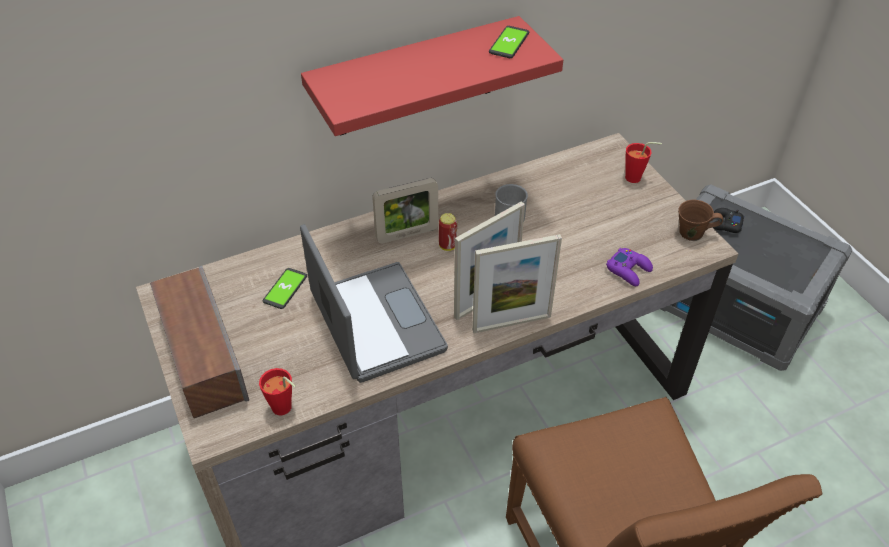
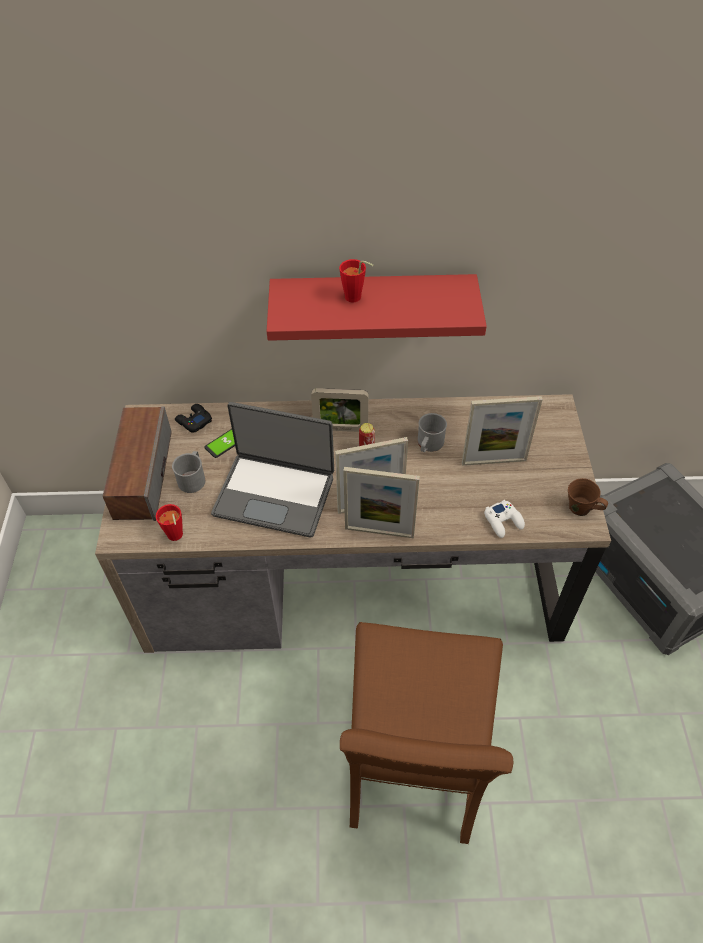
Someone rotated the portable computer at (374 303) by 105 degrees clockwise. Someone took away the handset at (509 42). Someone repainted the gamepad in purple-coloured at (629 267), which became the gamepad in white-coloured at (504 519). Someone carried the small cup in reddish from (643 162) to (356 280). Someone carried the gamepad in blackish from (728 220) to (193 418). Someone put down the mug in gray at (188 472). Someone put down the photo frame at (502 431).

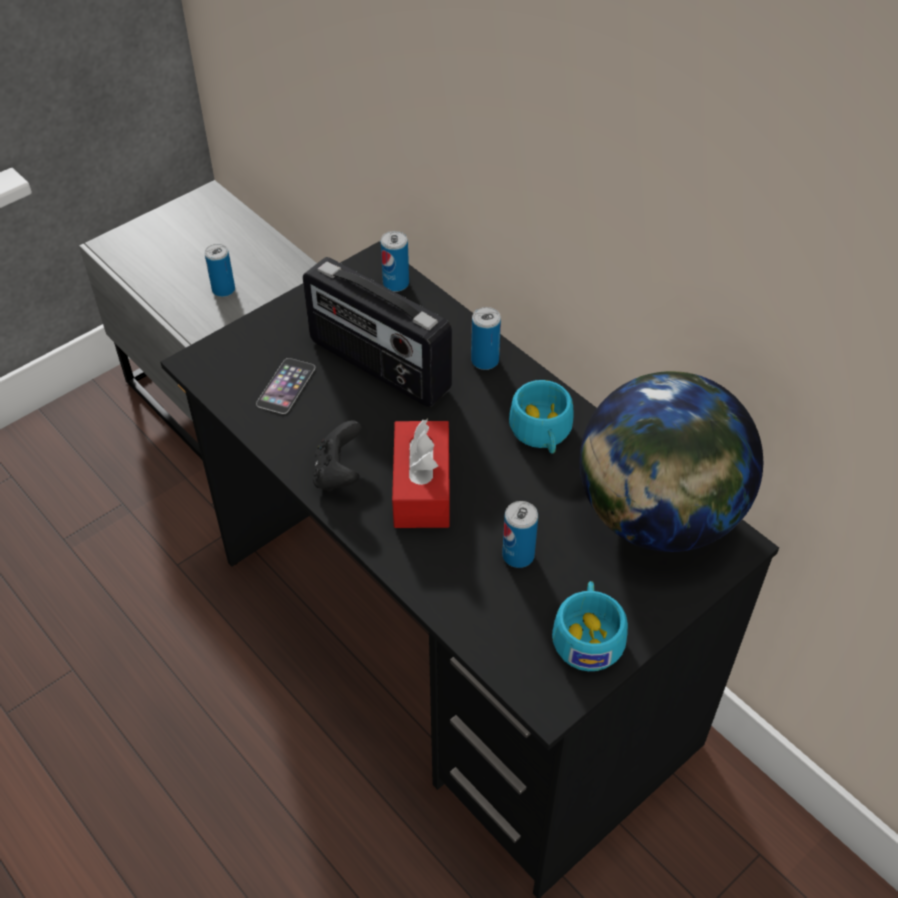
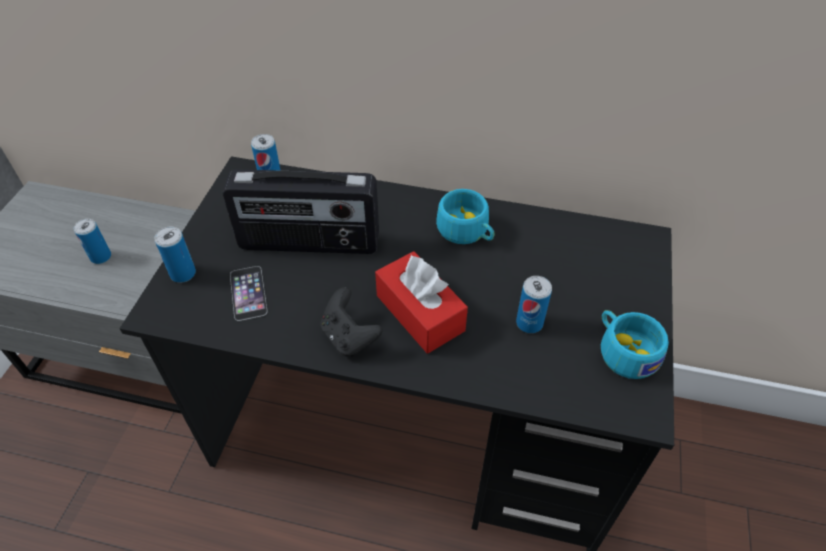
Someone carried the can from (486 338) to (175 255). Someone took away the globe at (671 461).

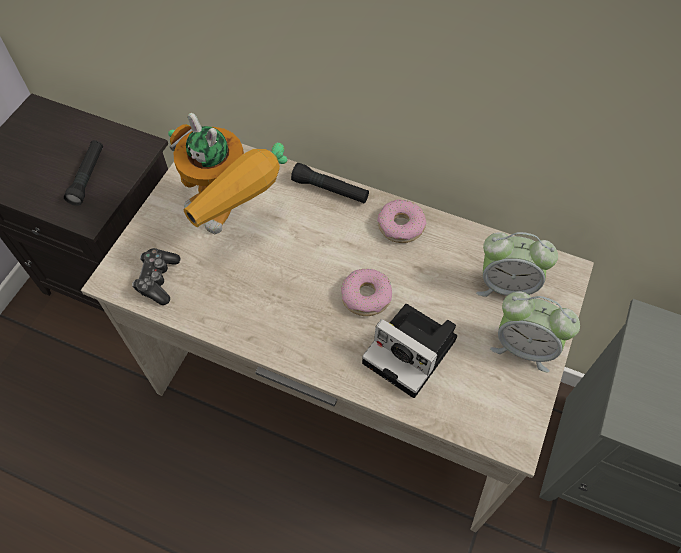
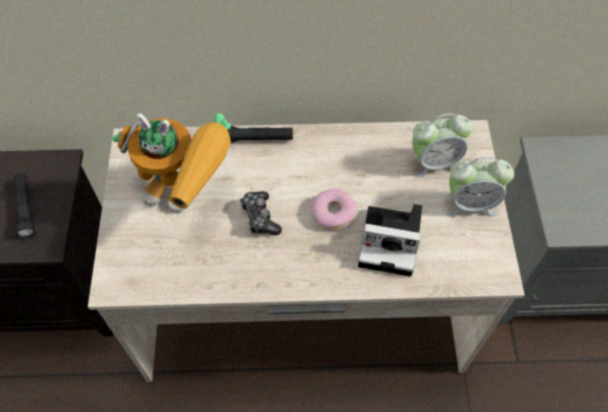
Someone carried the gamepad from (156 276) to (260 213). Someone took away the doughnut at (401 221).

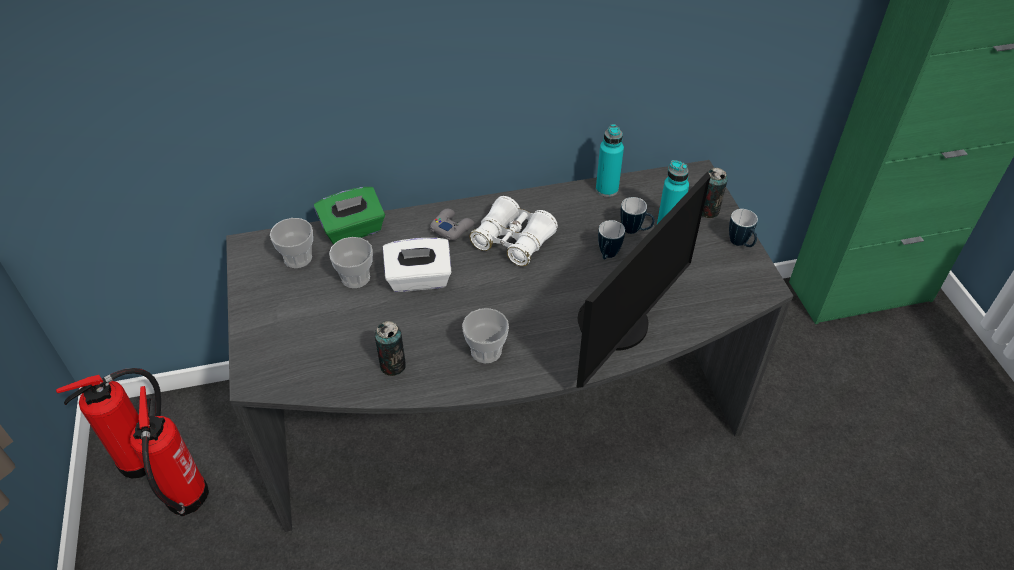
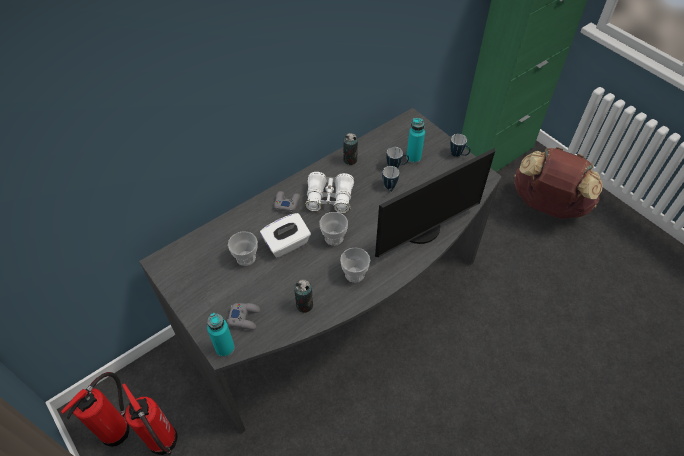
Someone carried the small cup from (291 243) to (333 229). Someone took away the tissue box in green at (349 215). Someone rotated the computer display at (643 279) by 45 degrees clockwise. Someone carried the drink bottle in turquoise from (610 160) to (221 335). Someone carried the can from (715 193) to (350 149). Someone put down the gamepad in gray at (243 316). Someone put down the backpack in brown-coloured at (558 183).

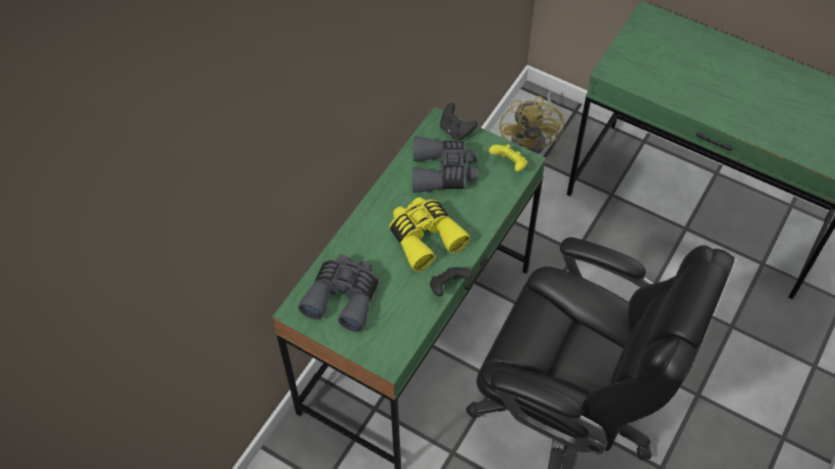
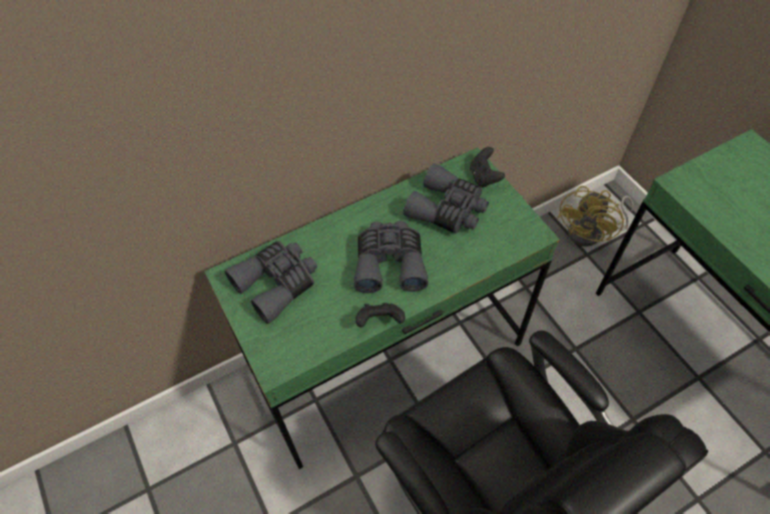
Someone repainted the pair of binoculars in yellow-coloured at (429 234), which became the pair of binoculars in gray at (391 257). Someone took away the gamepad in yellow-coloured at (508 158).

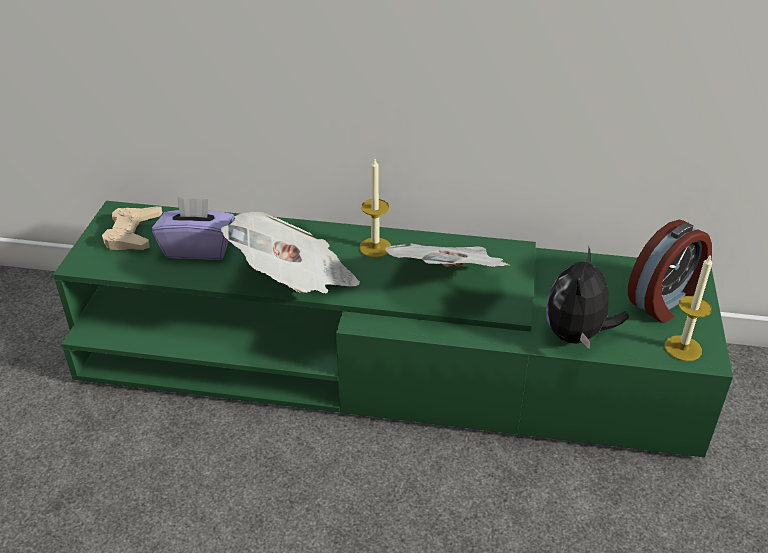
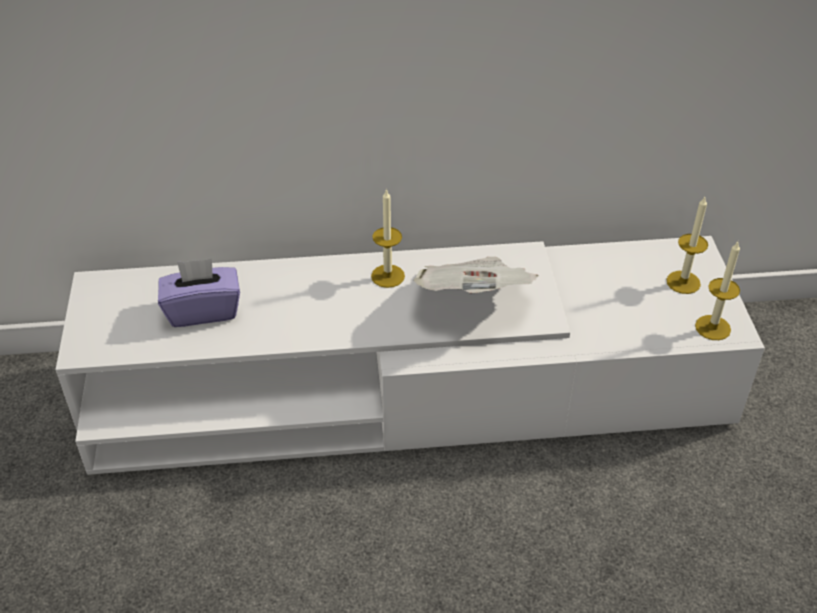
Someone repainted the tv stand in green at (393 329), which became the tv stand in white-coloured at (410 355). Someone took away the gamepad in beige at (132 228). Someone took away the printed paper at (290 252). Someone took away the cuddly toy at (587 298). Someone swapped the table clock at (670 271) for the candle at (687 245).

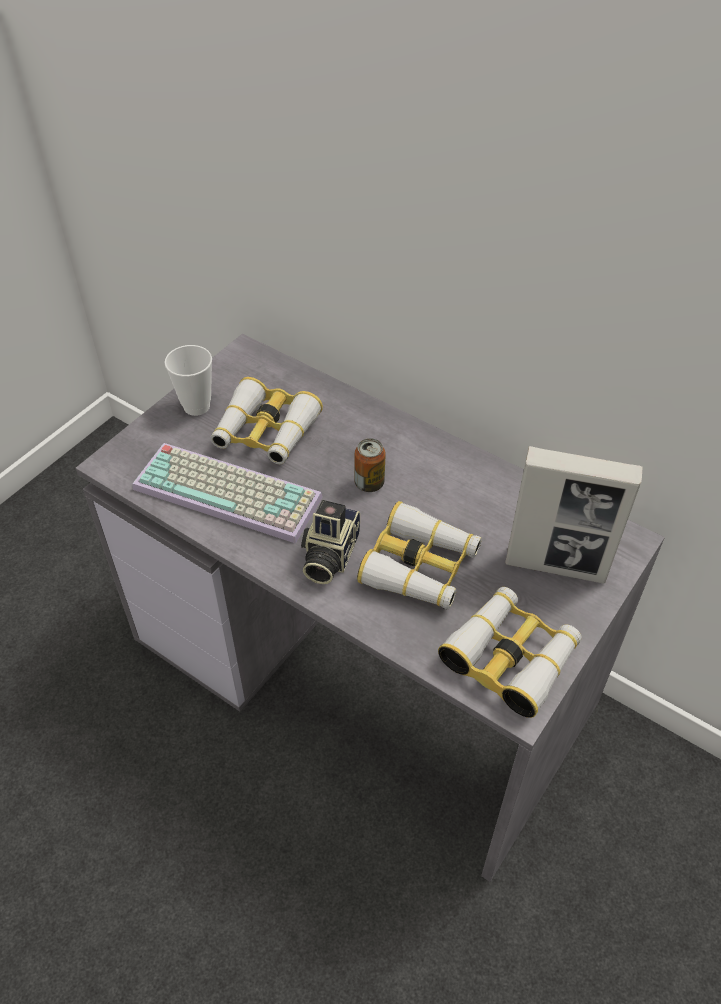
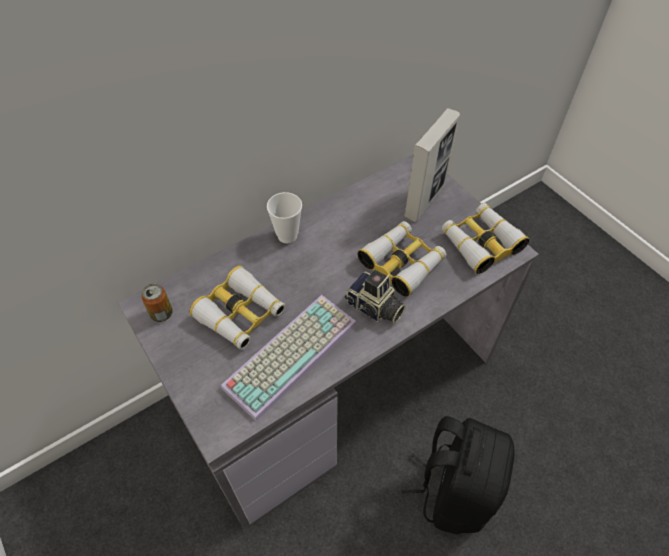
Someone carried the small cup from (188 380) to (284 217). Someone carried the can from (370 465) to (157 302). Someone put down the backpack in blackish at (458 475).

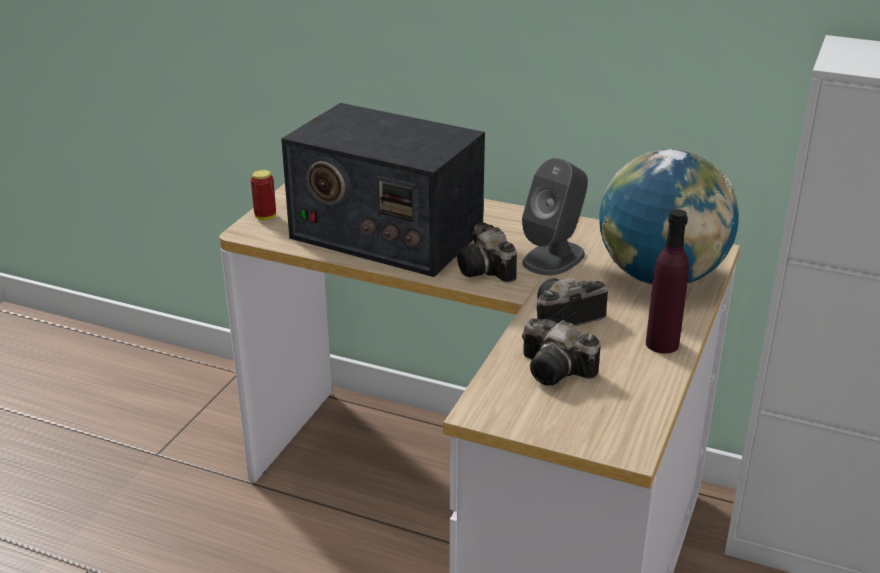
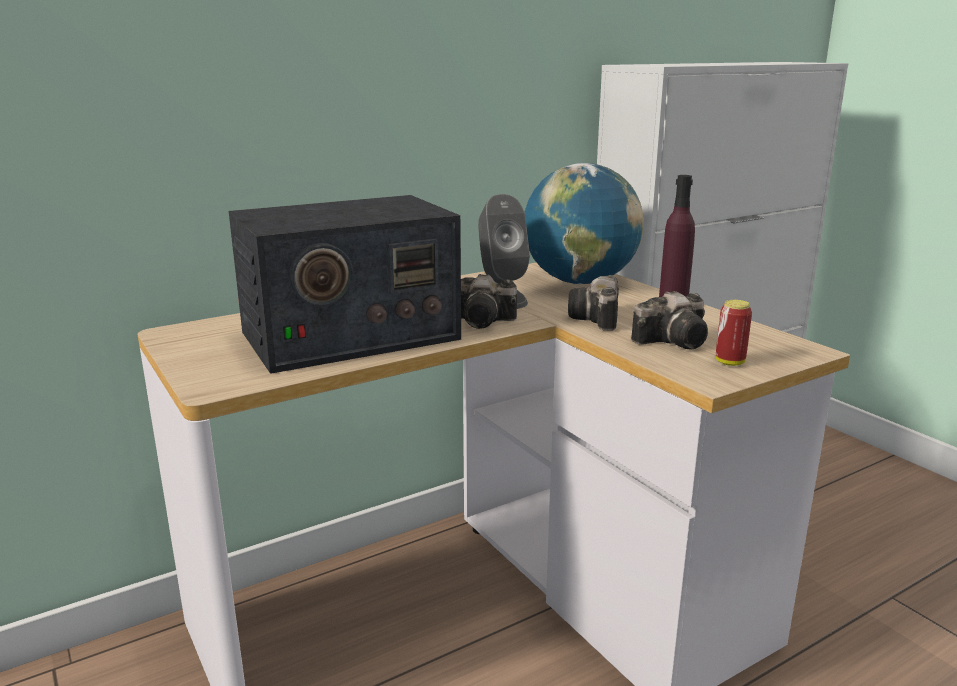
Someone carried the can from (263 195) to (734 333).

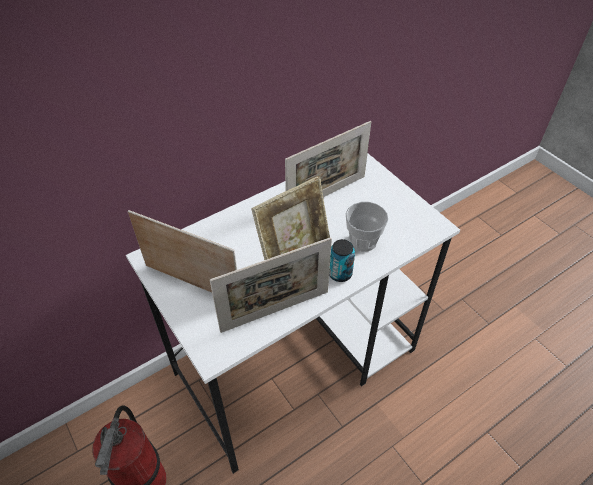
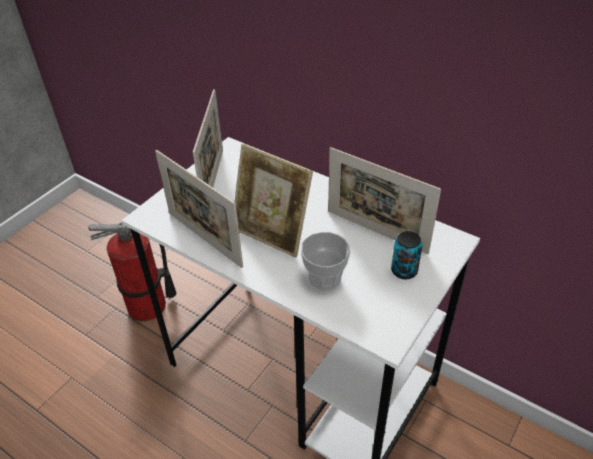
Someone carried the can from (342 260) to (407 255).

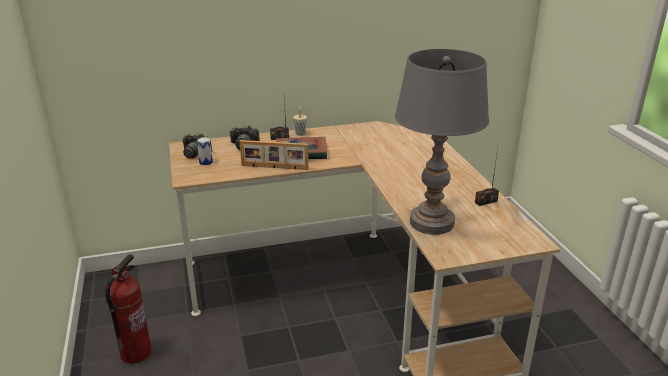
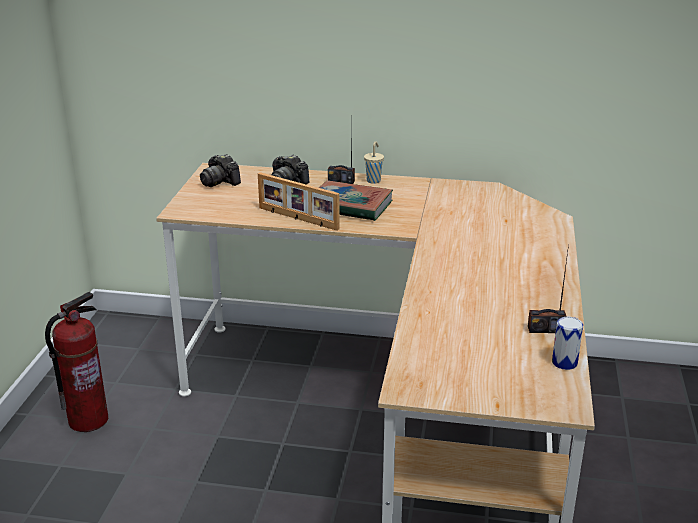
Someone carried the can from (205 151) to (567 343). Someone took away the lamp for a table in gray at (442 142).

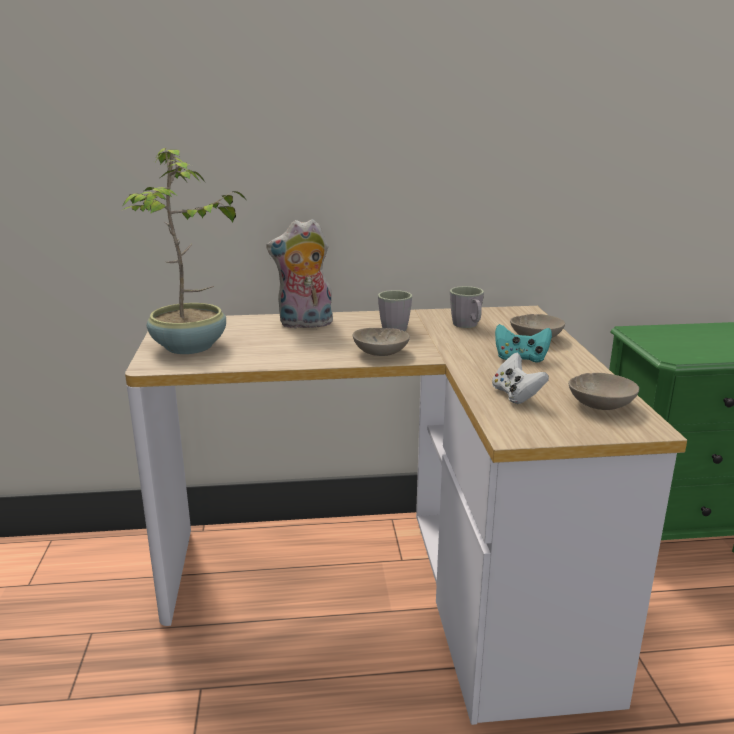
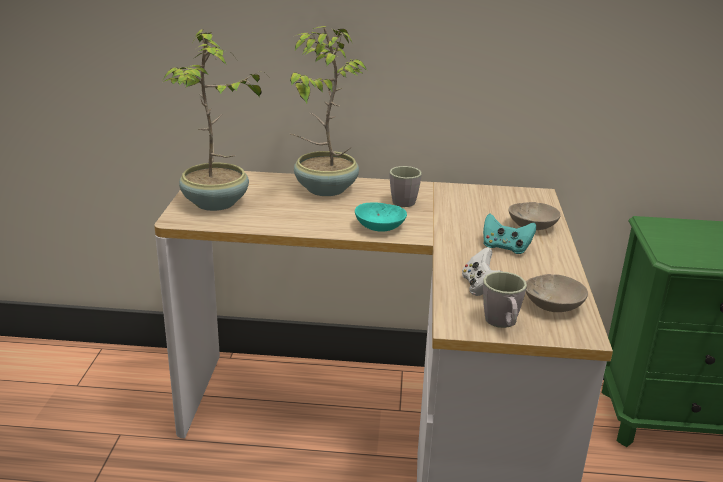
Someone swapped the cuddly toy at (299 273) for the houseplant at (329 111). Someone repainted the bowl in beige at (381 342), which became the bowl in turquoise at (381 217). Someone carried the mug in gray from (467 307) to (505 300).

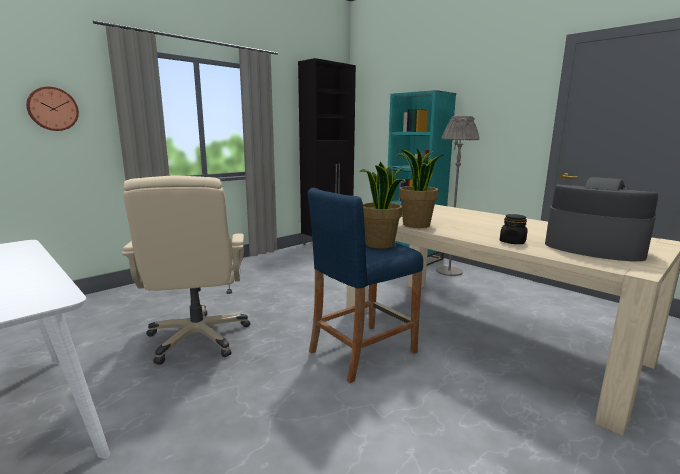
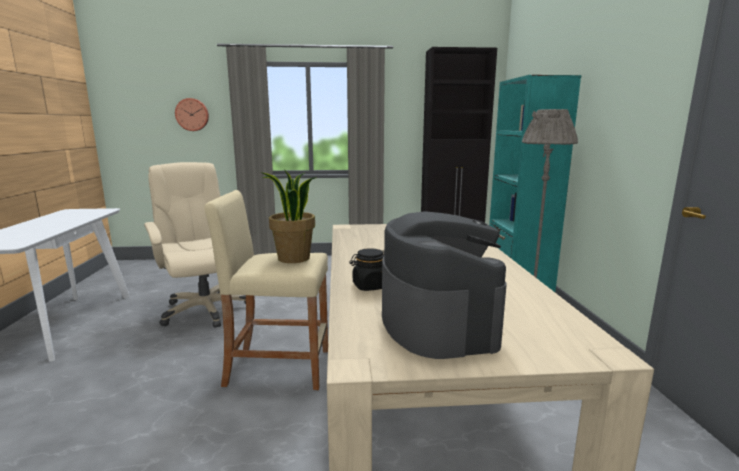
Someone rotated the computer chair in beige at (186 270) by 120 degrees clockwise. Someone repainted the sitting stool in blue-coloured at (365 285), which became the sitting stool in beige at (266 290). Someone took away the houseplant at (420 187).

